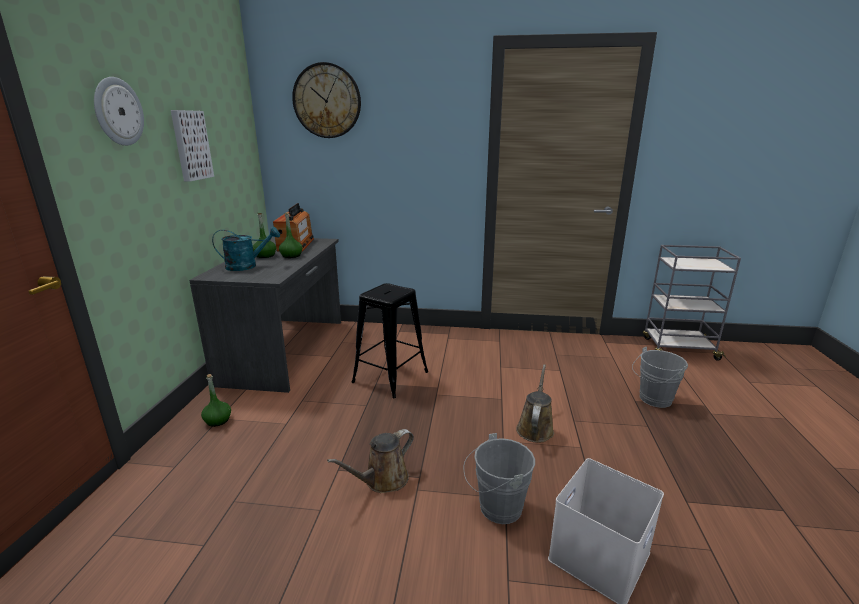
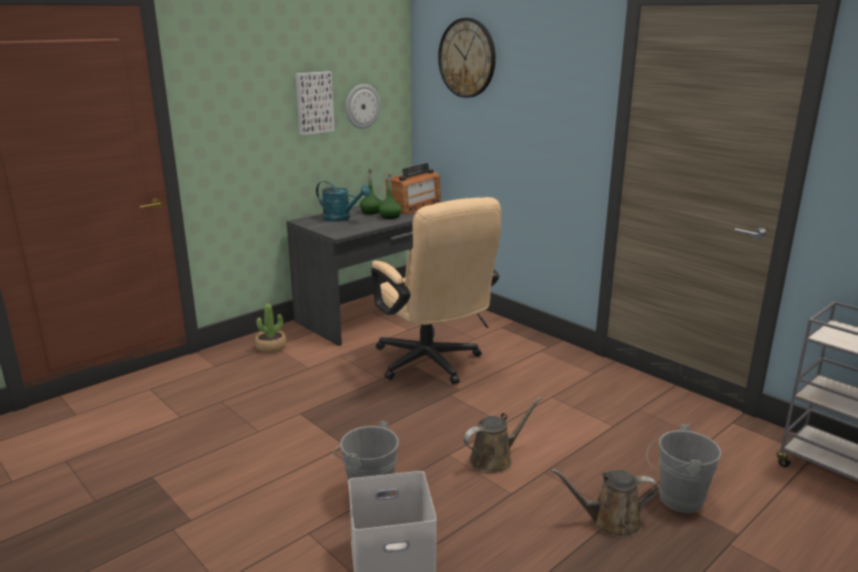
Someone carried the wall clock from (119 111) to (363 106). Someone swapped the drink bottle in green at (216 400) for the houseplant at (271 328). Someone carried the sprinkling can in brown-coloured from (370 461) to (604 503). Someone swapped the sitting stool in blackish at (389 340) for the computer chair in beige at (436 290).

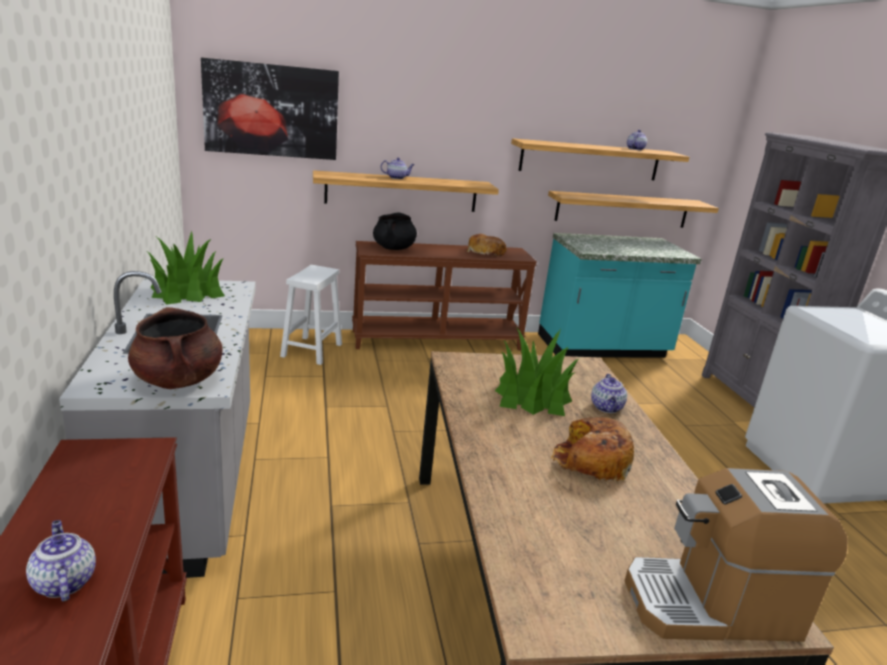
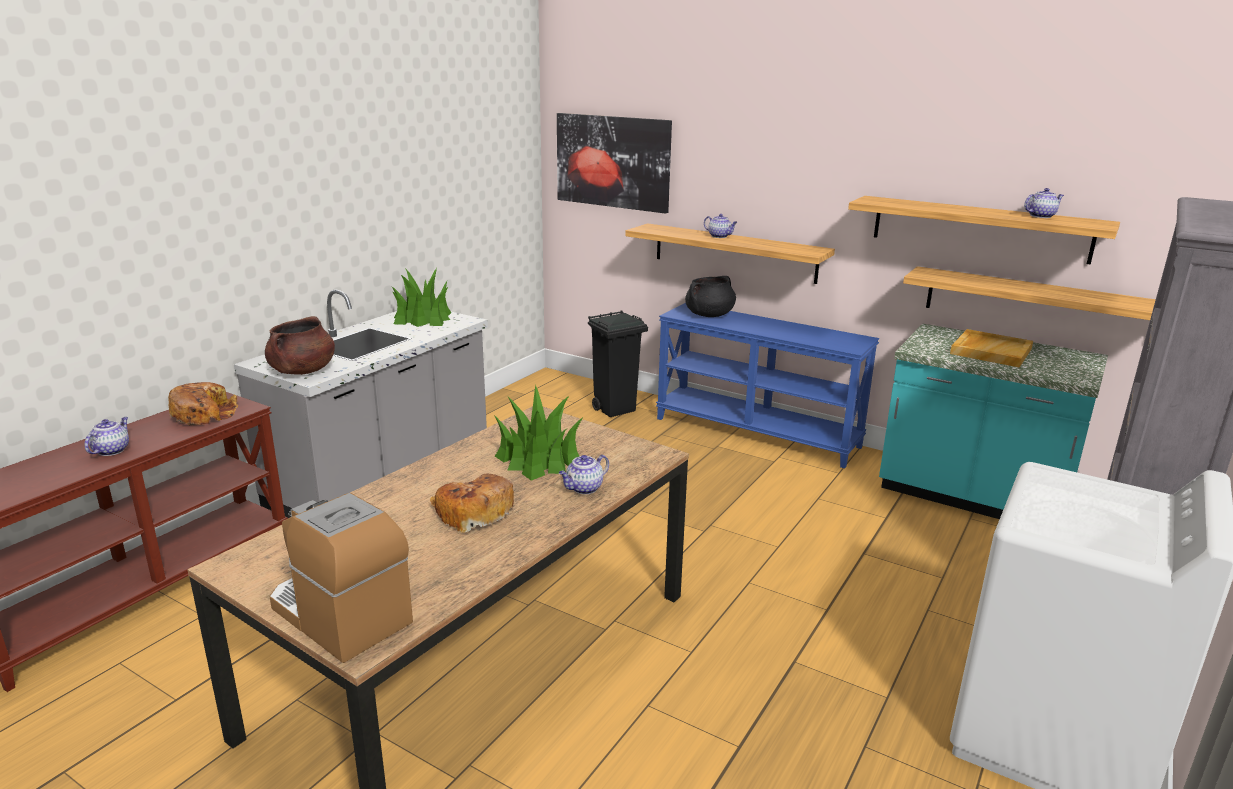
Someone swapped the sitting stool in white-coloured at (311 315) for the rubbish bin in blackish at (618 364). Someone repainted the hall table in brown-coloured at (444 295), which became the hall table in blue-coloured at (767 385). Someone carried the bread from (487 245) to (203 404). Someone put down the carrying tray in beige at (991 348).

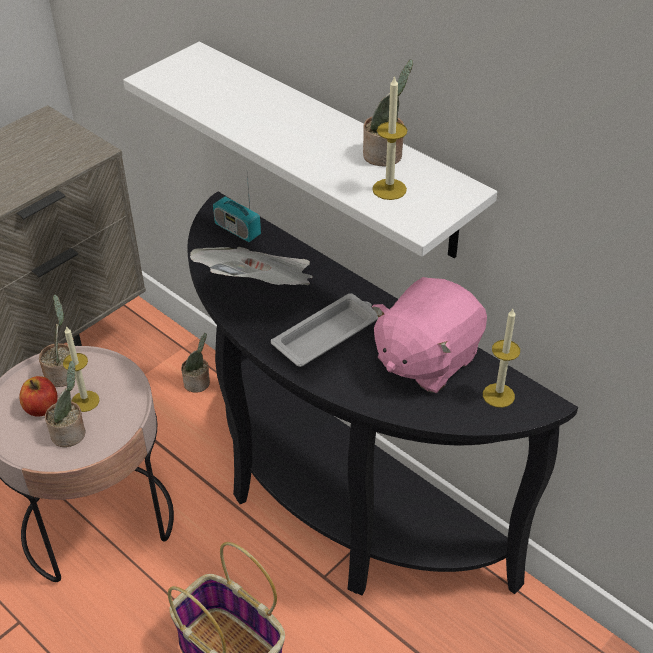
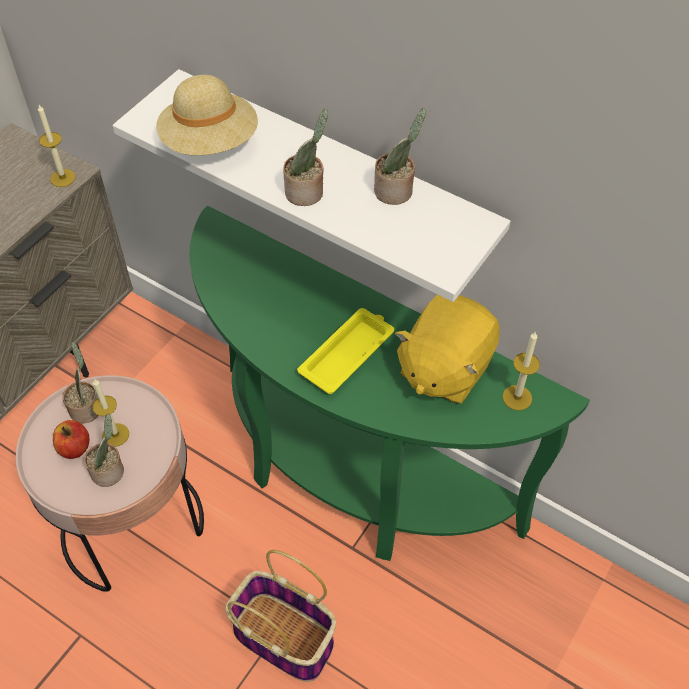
Someone carried the houseplant from (195 363) to (305 157). Someone repainted the hall table in blackish at (382 393), which became the hall table in green at (390 383). Someone took away the printed paper at (251 266). Someone took away the radio at (237 209). Someone repainted the carrying tray in white-coloured at (324 330), which became the carrying tray in yellow-coloured at (345 351). Someone carried the candle from (389 137) to (57 146). Someone repainted the cuddly toy in pink-coloured at (429 335), which became the cuddly toy in yellow-coloured at (447 349). Someone put down the clothing hat in beige at (207 115).

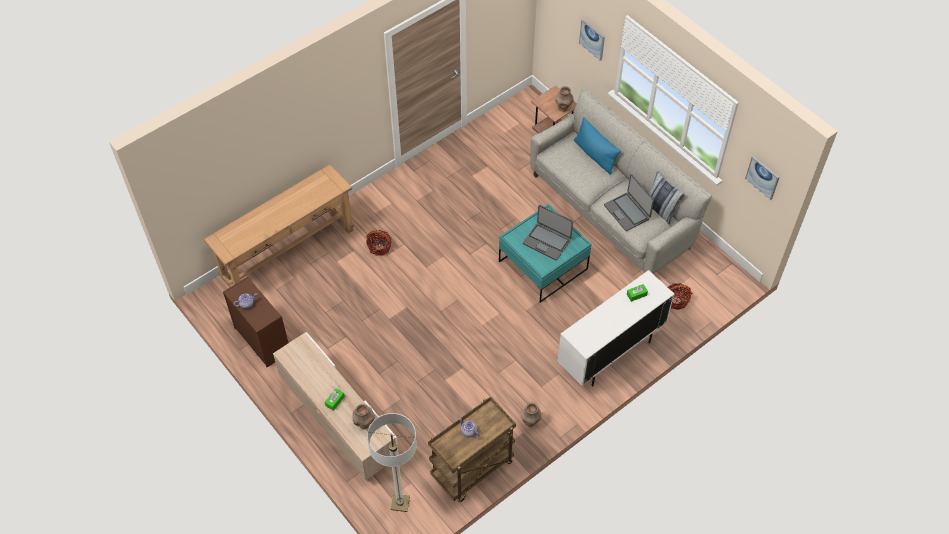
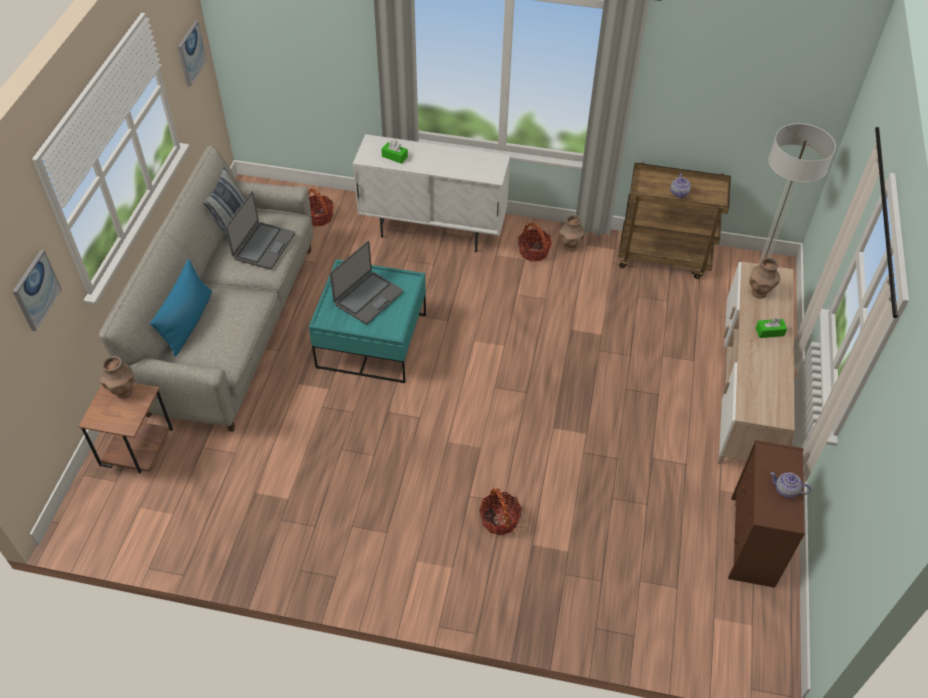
Someone took away the hall table in brown-coloured at (279 225). Someone rotated the portable computer at (548 232) by 45 degrees clockwise. Someone put down the basket at (535 242).

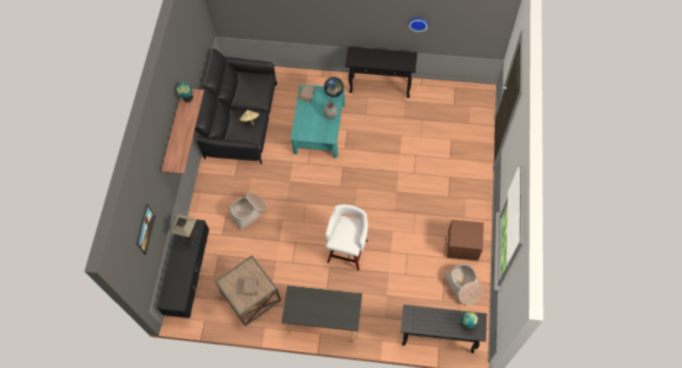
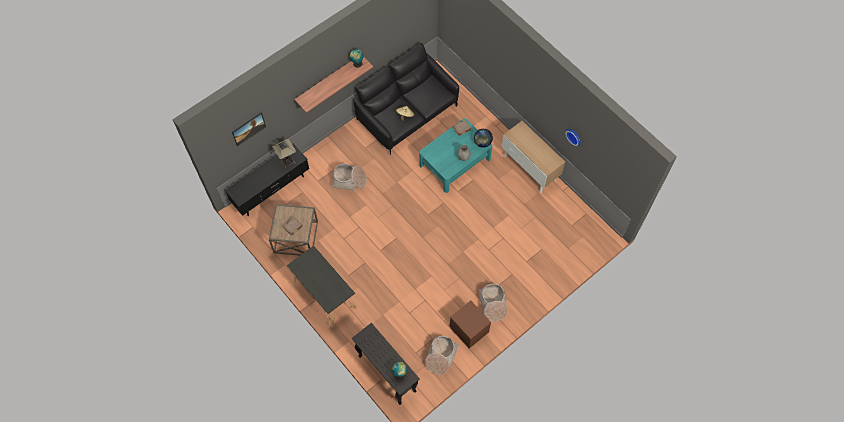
Someone took away the sitting stool in white-coloured at (346 238). Someone swapped the hall table in blackish at (381 72) for the storage cabinet at (533 157). Someone put down the basket at (493 303).

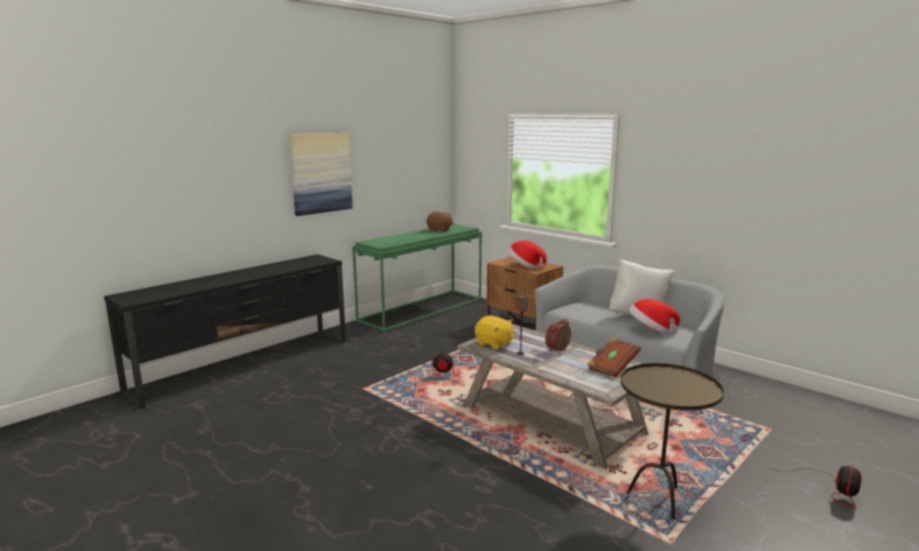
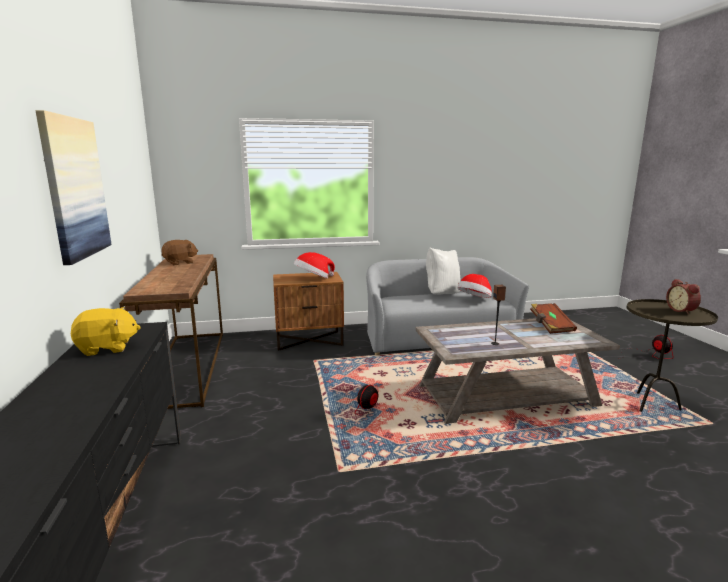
Someone repainted the hall table in green at (417 278), which became the hall table in brown-coloured at (171 331). Someone carried the cuddly toy in yellow-coloured from (494 333) to (106 331). Someone carried the table clock from (558 335) to (683 296).

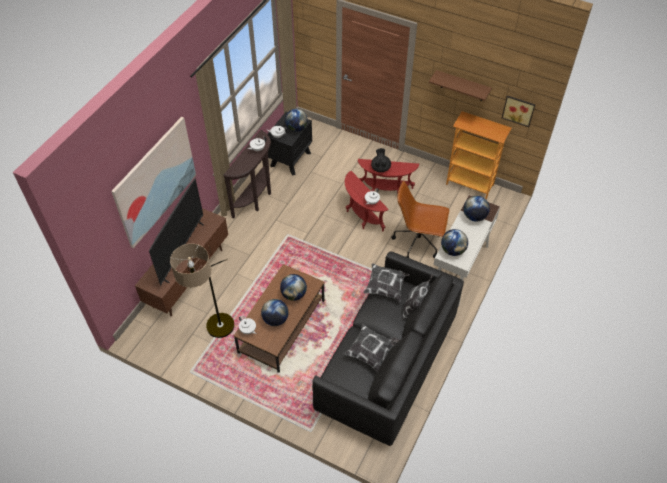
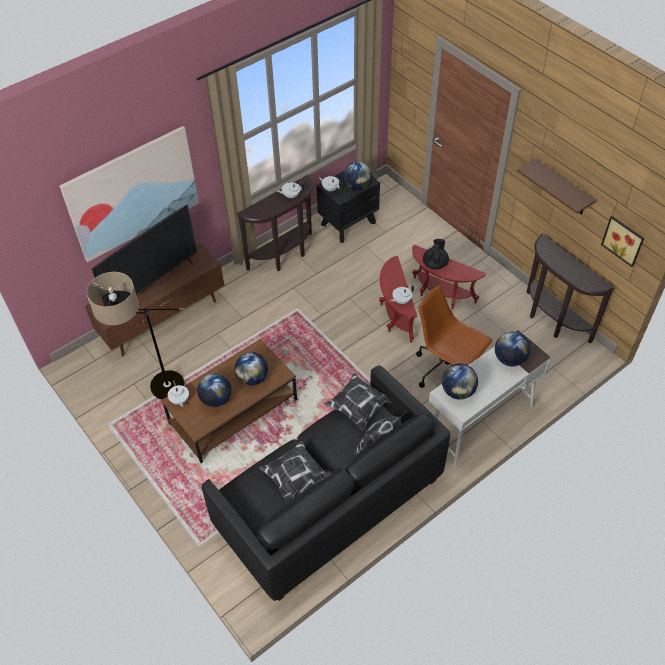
Someone swapped the shelving unit at (478 155) for the hall table in brown-coloured at (570 289).

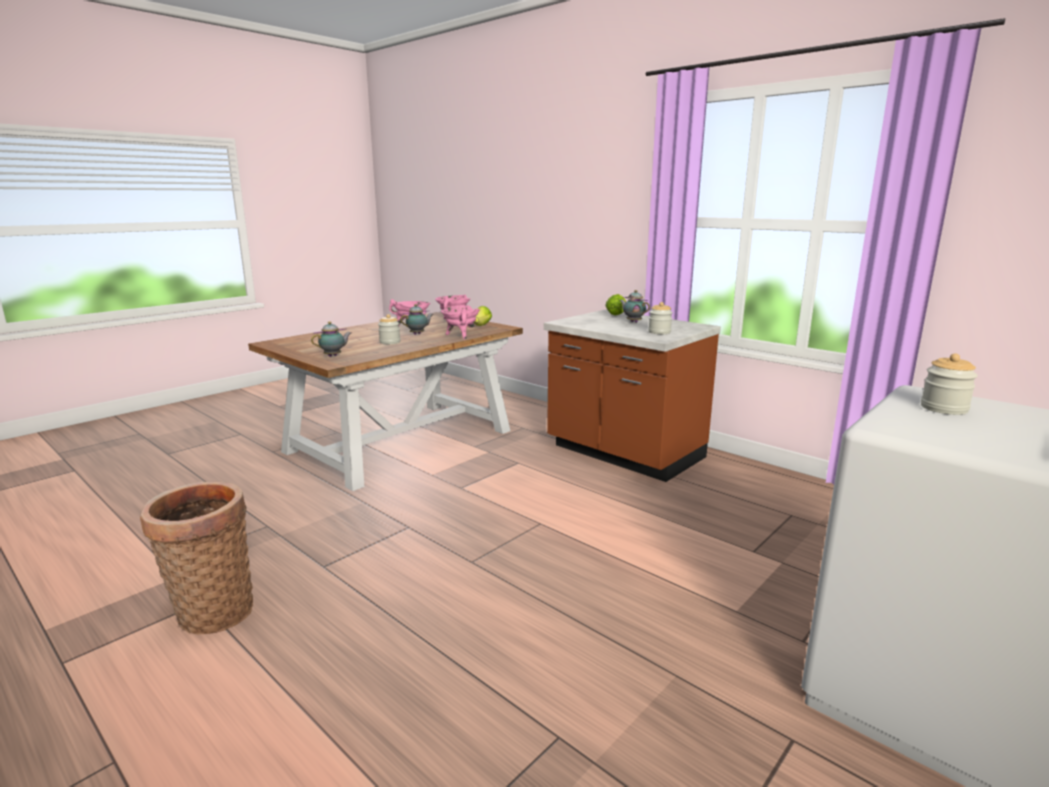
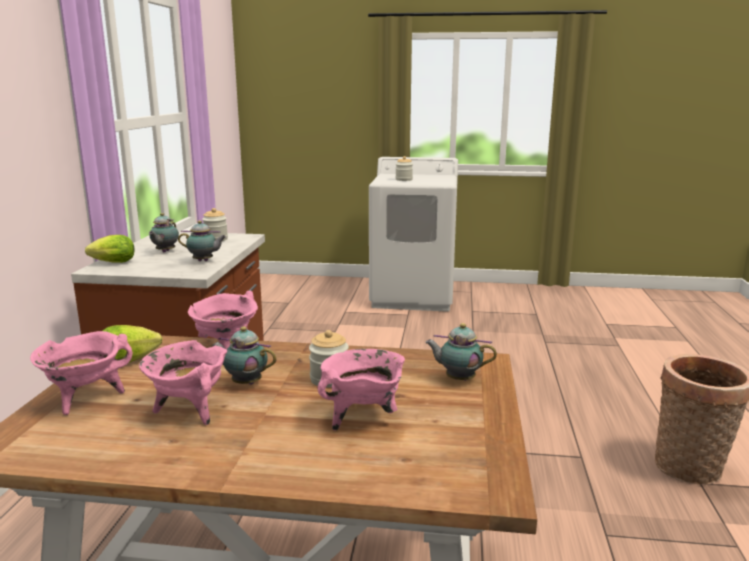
Someone put down the pot for tea at (202 240). Someone put down the cooking pot in pink-coloured at (361 390).

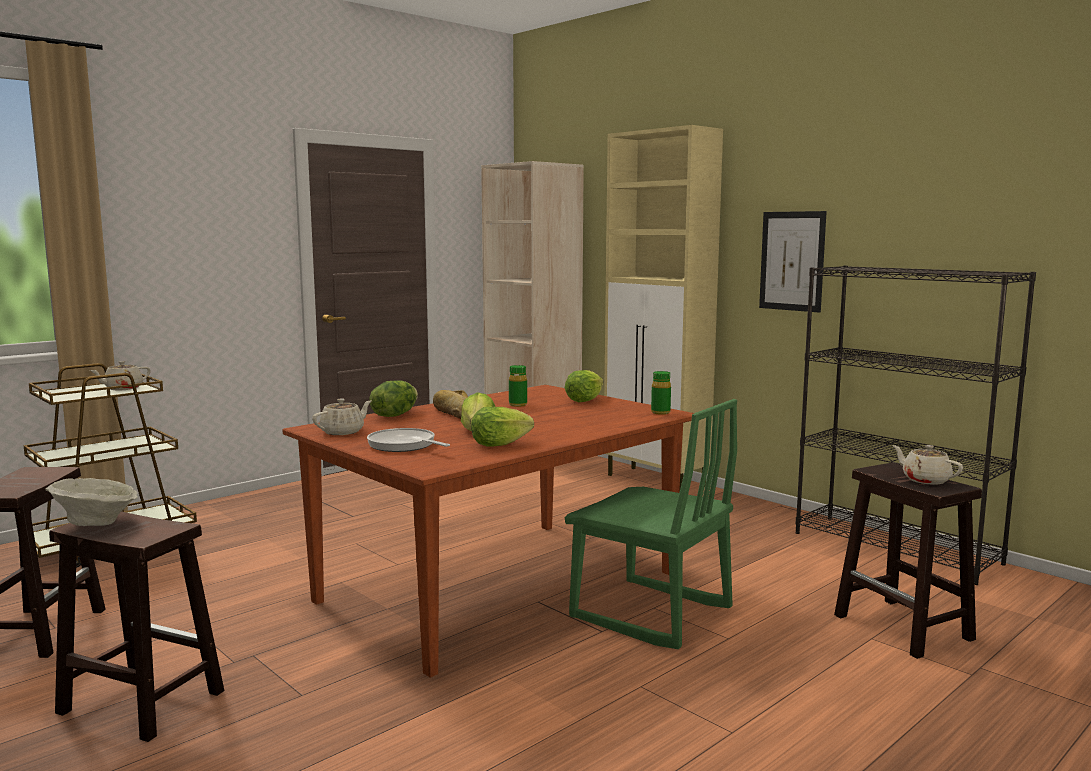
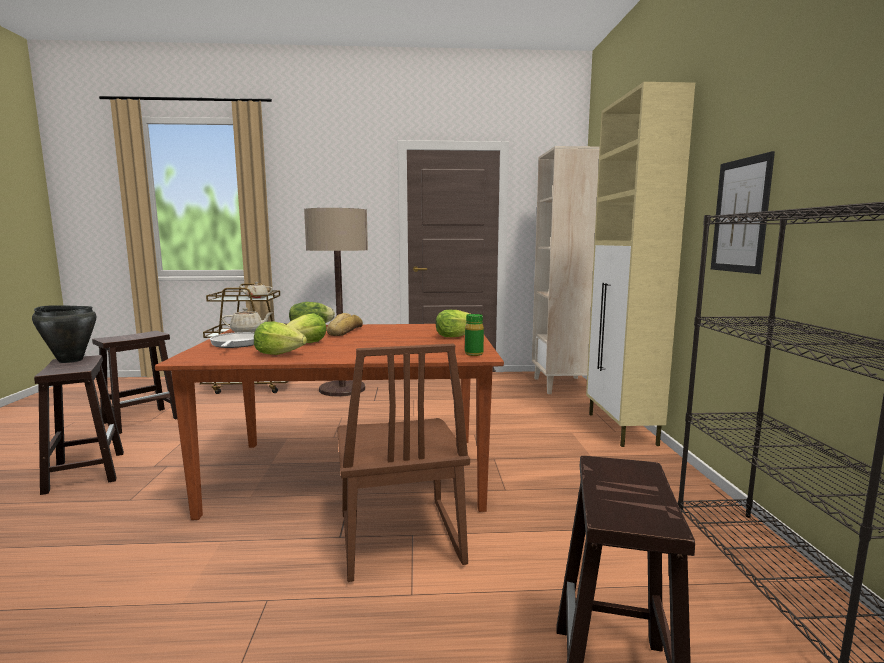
Someone swapped the bowl in beige at (91 502) for the cooking pot in blackish at (64 334). Someone took away the drink bottle in green at (518 386). Someone repainted the chair in green at (650 524), which became the chair in brown-coloured at (403 462). Someone took away the pot for tea in beige at (927 465). Someone put down the floor lamp at (336 302).

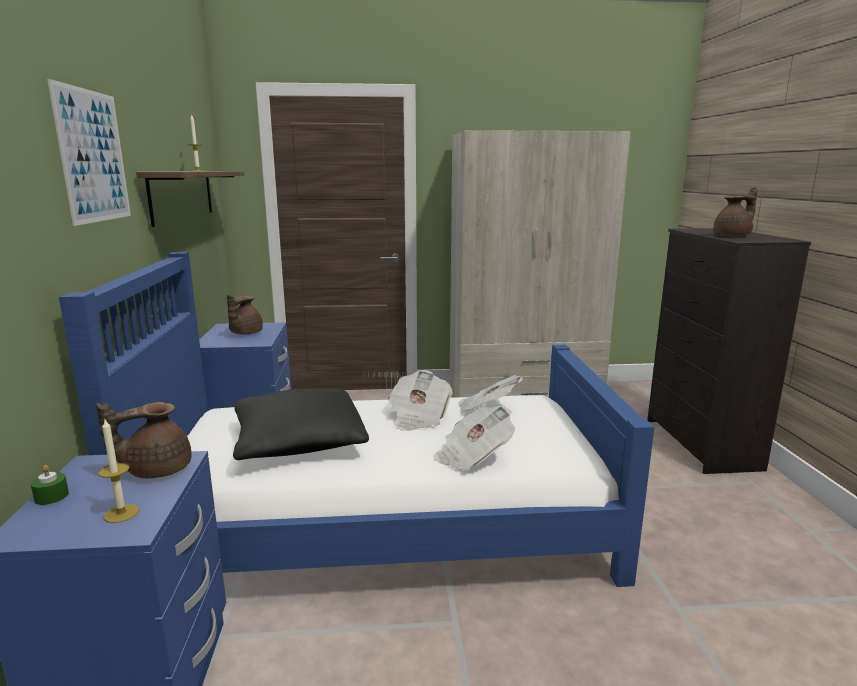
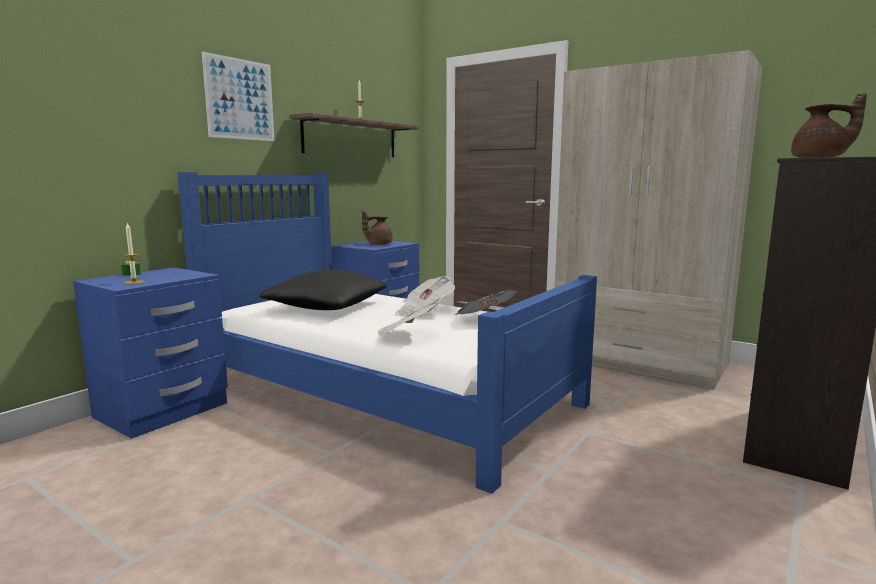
Someone took away the pot for tea in brown-coloured at (144 440).

